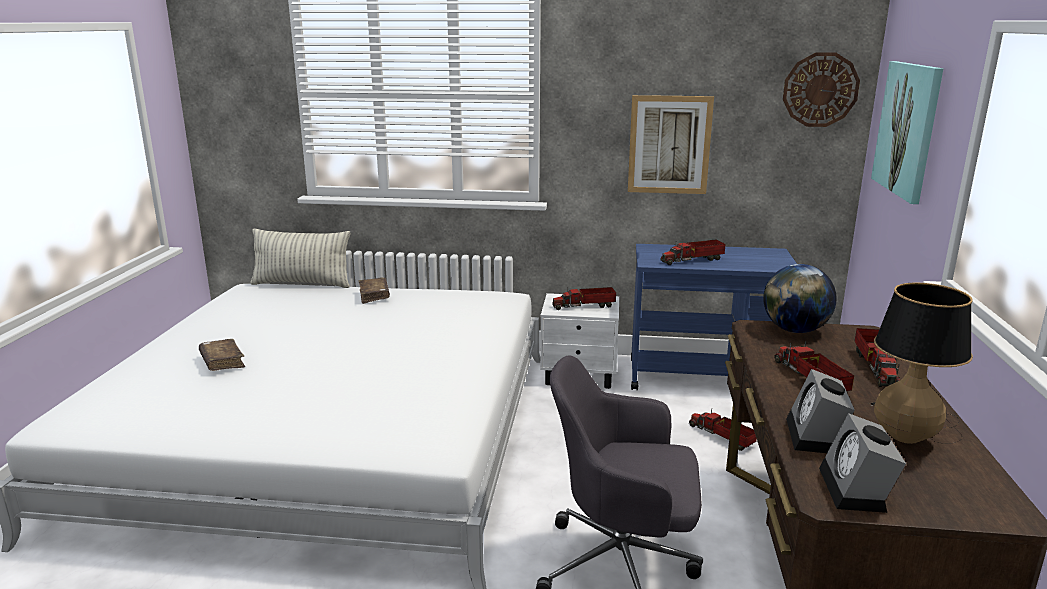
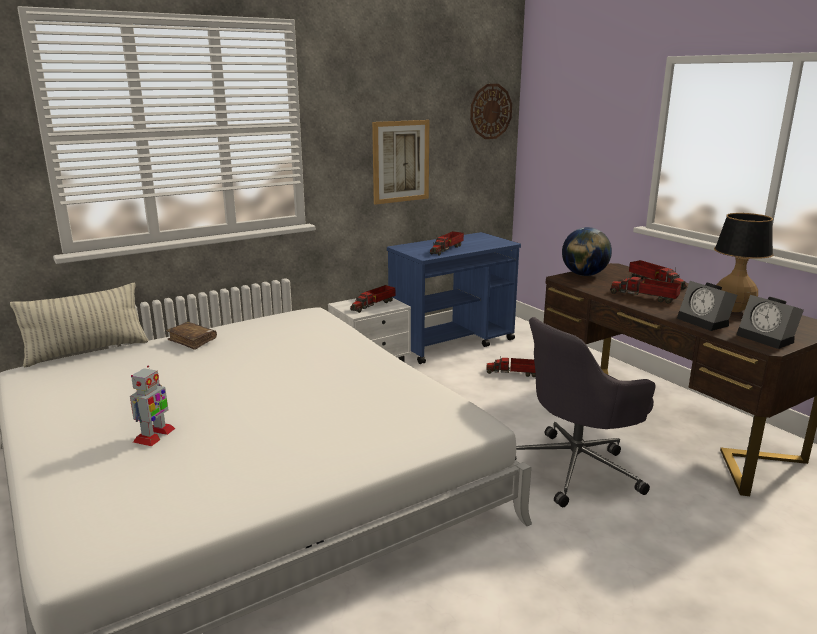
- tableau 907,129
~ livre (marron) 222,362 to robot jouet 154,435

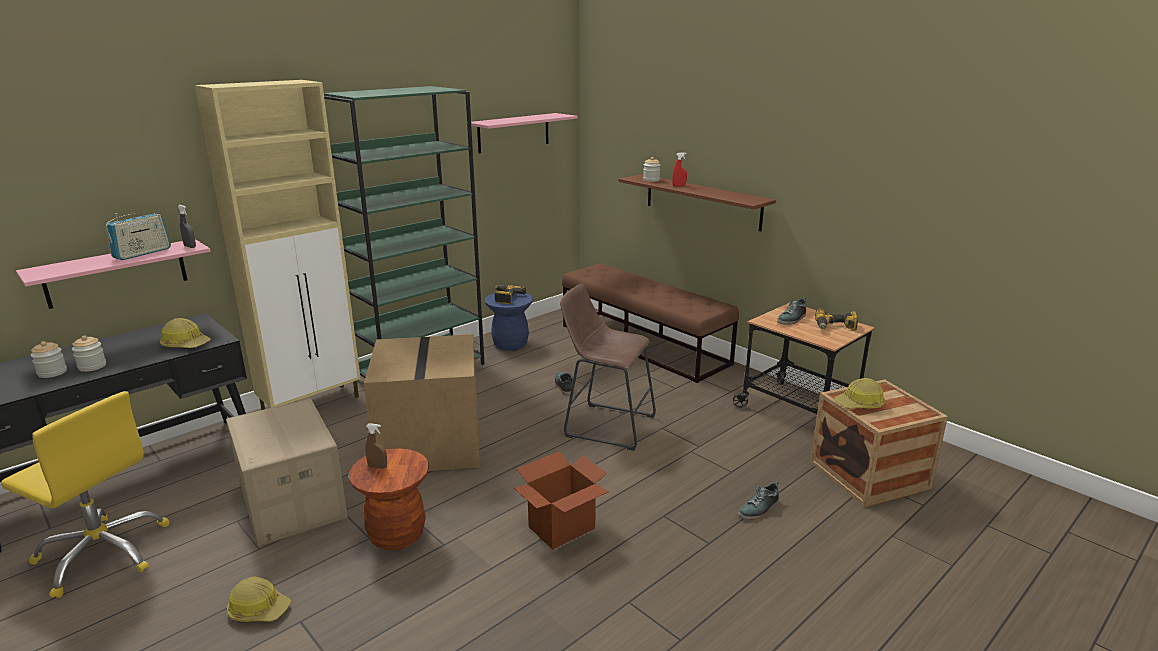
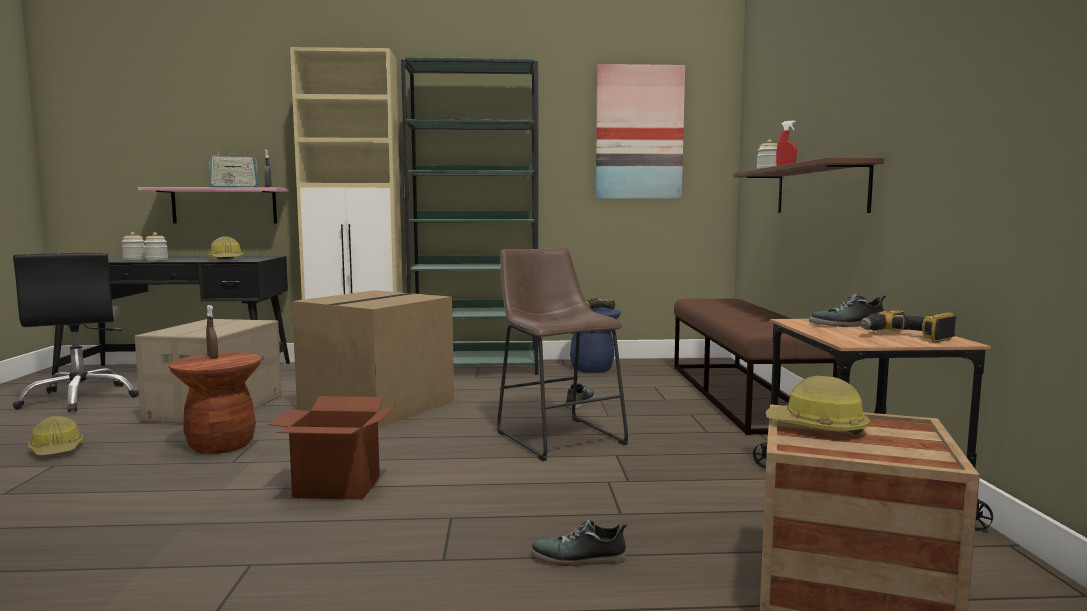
~ étagère (rose) 513,132 to tableau 639,132
~ chaise de bureau (jaune) 103,553 to chaise de bureau (noir) 81,399

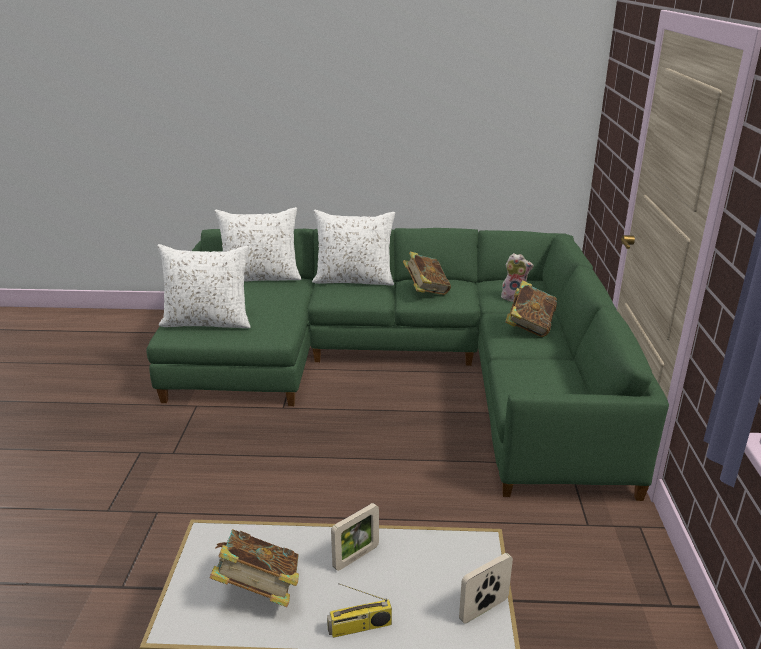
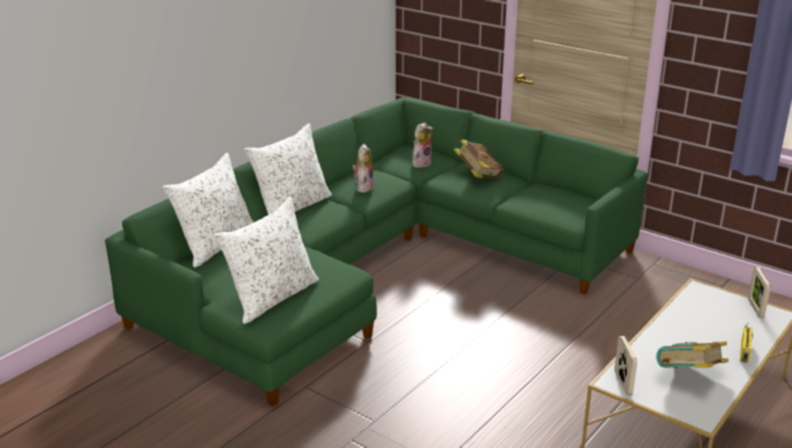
~ livre 426,291 to peluche 363,187
~ cadre photo 356,557 to 623,383

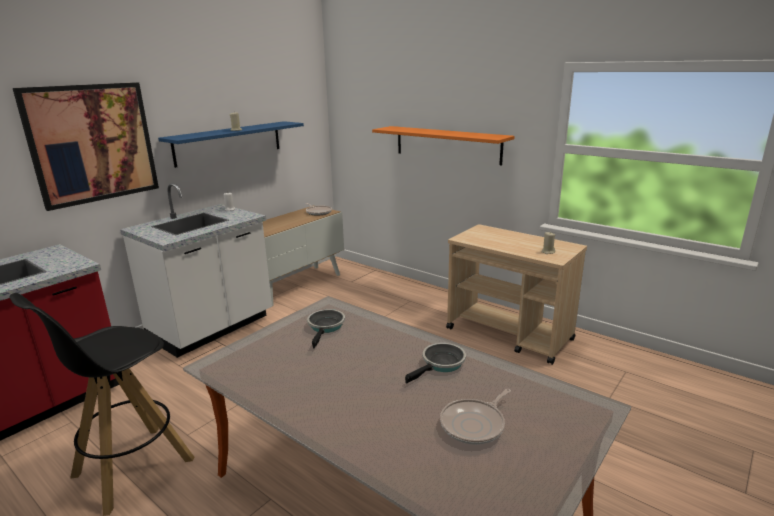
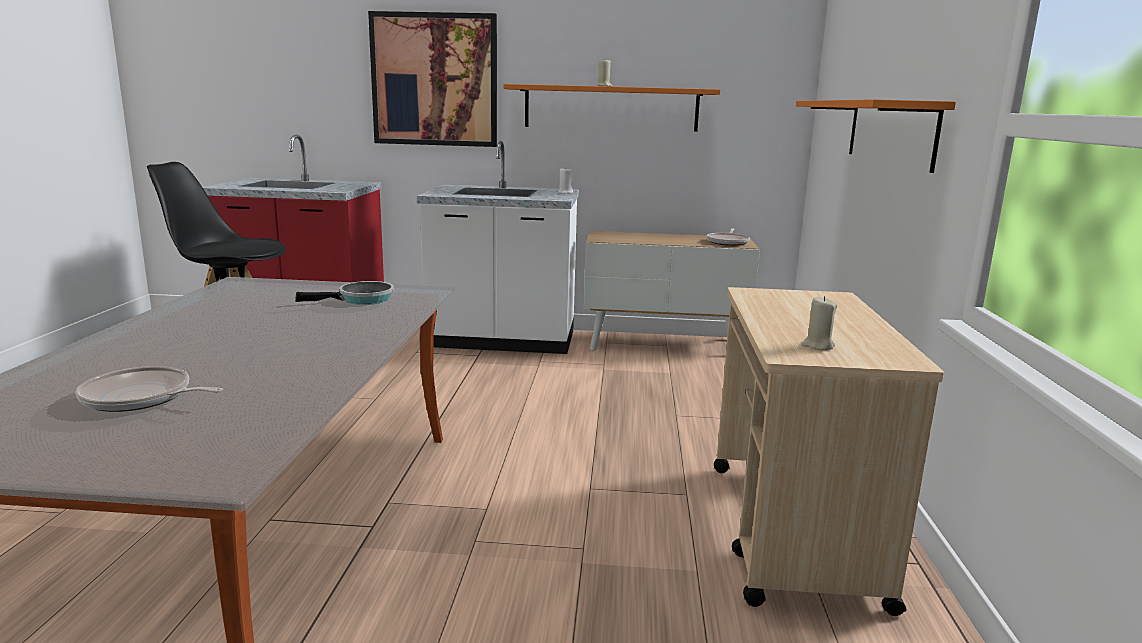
~ étagère (bleu) 229,143 to étagère (orange) 611,108
- poêle 441,364

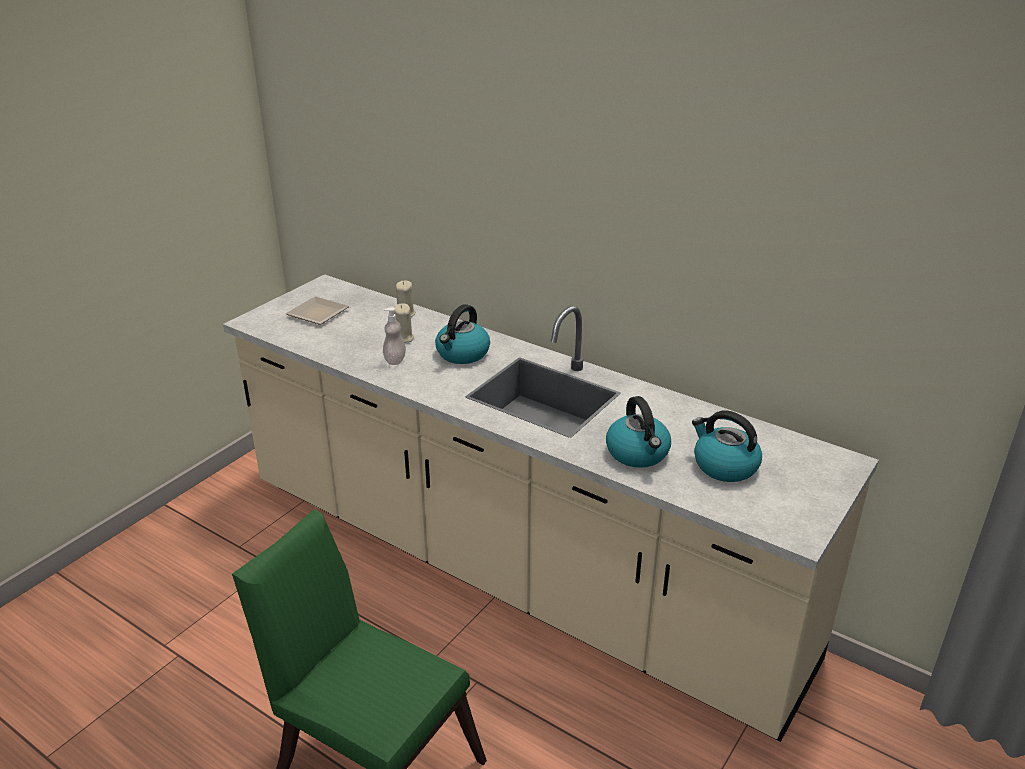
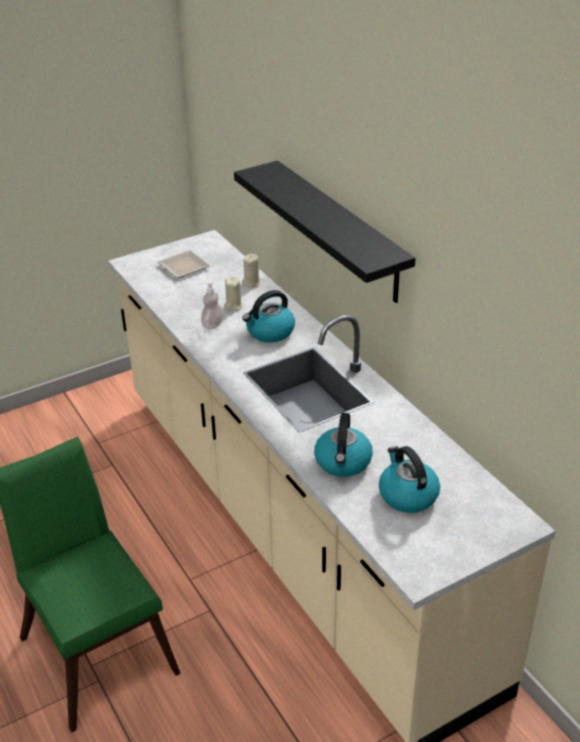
+ étagère (noir) 340,231

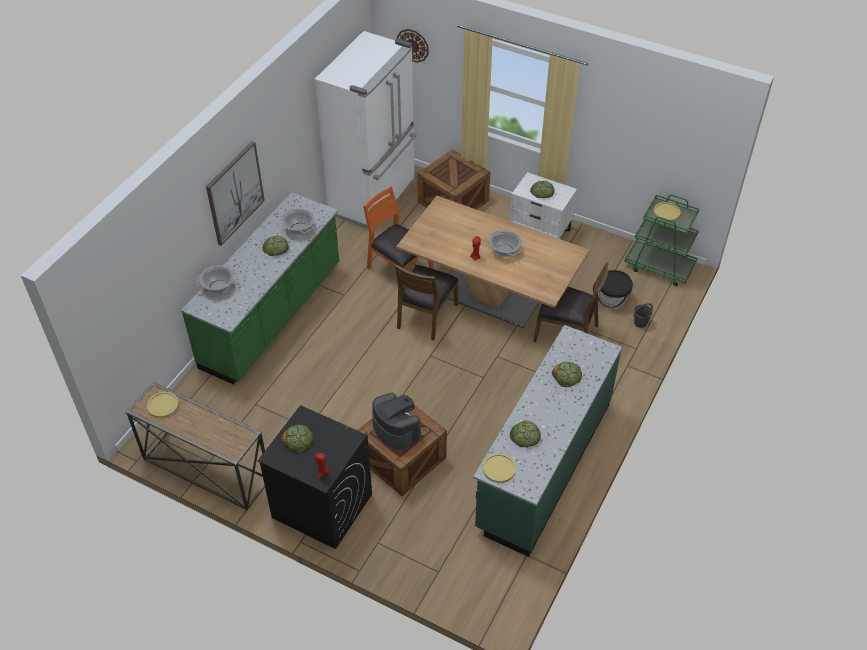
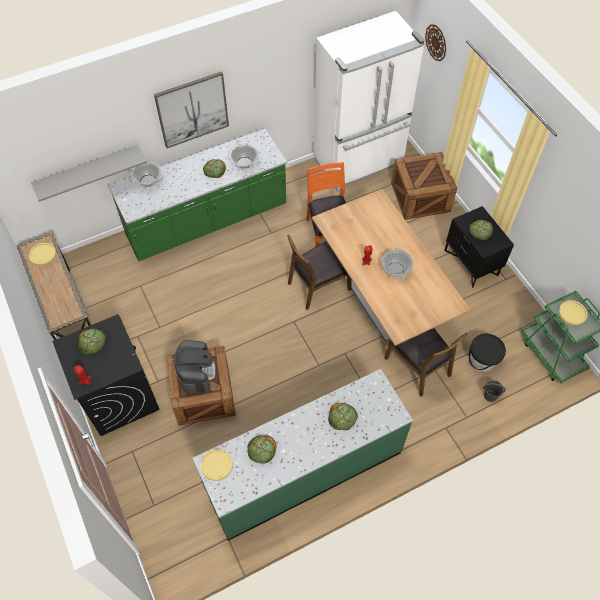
~ table de chevet (blanc) 540,231 to table de chevet (noir) 471,262
+ étagère (gris) 88,170

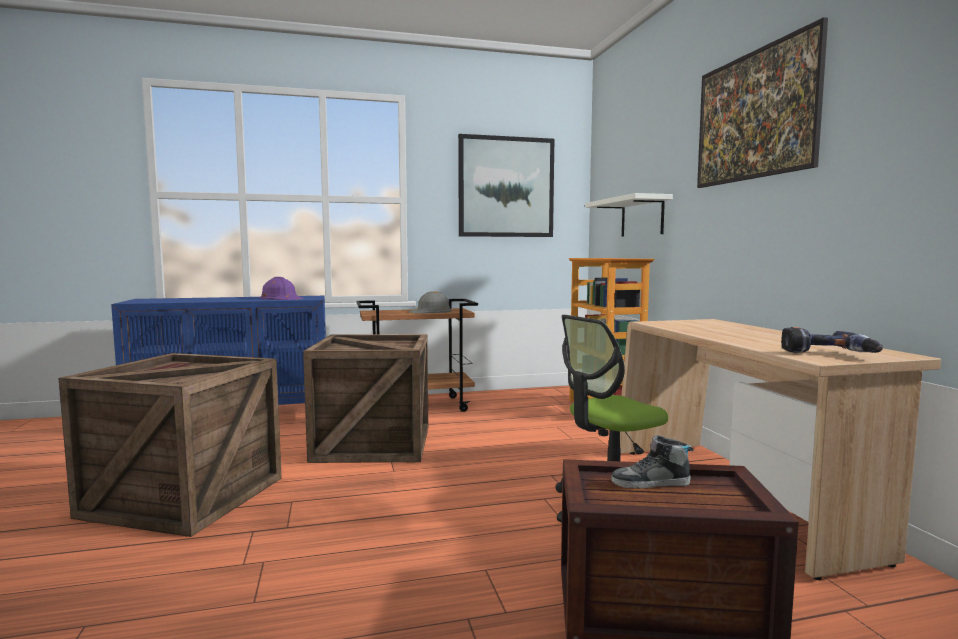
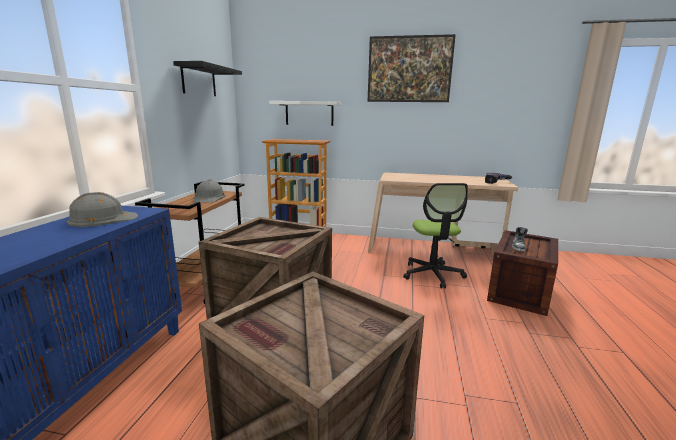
~ tableau 506,187 to étagère (noir) 199,80
~ casque de chantier (violet) 281,298 to casque de chantier (gris) 102,219

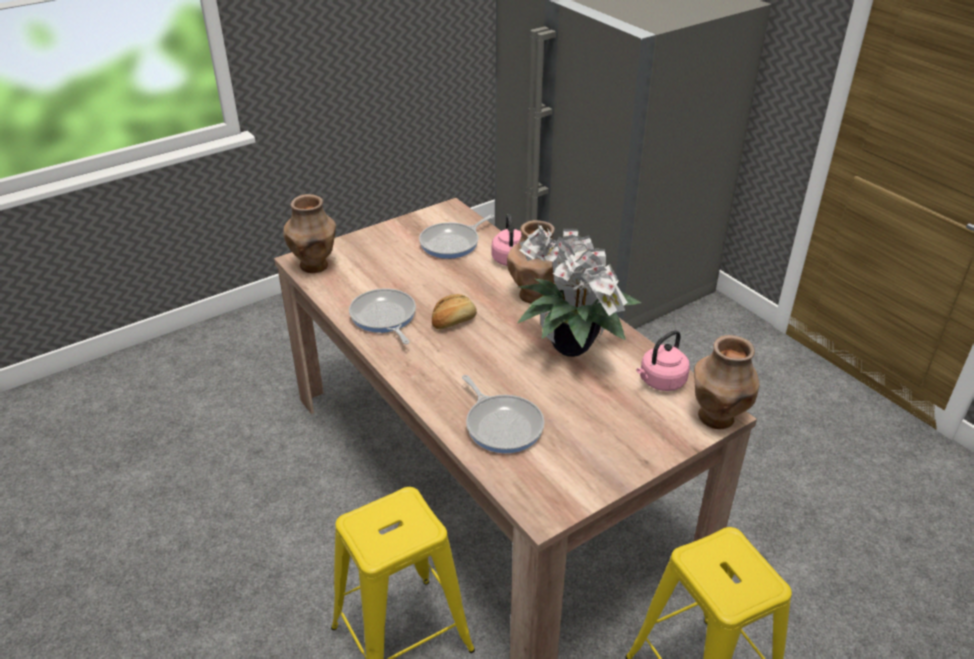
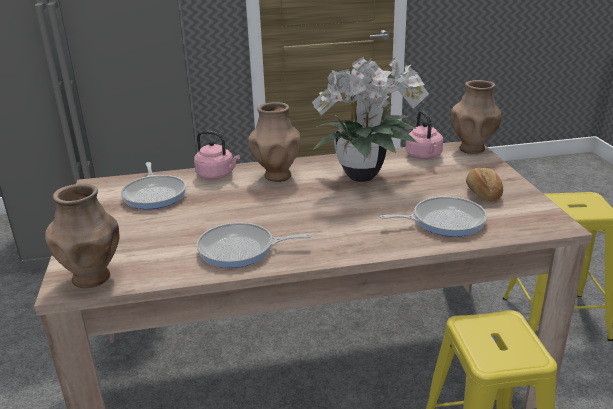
~ pain 453,321 to 482,194

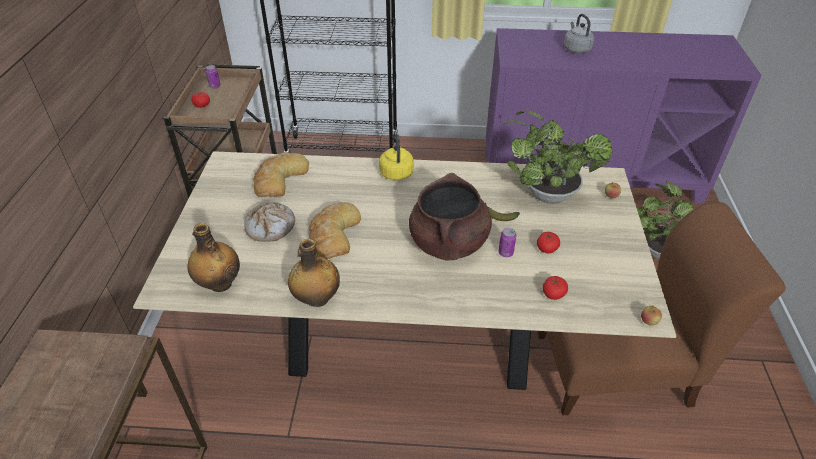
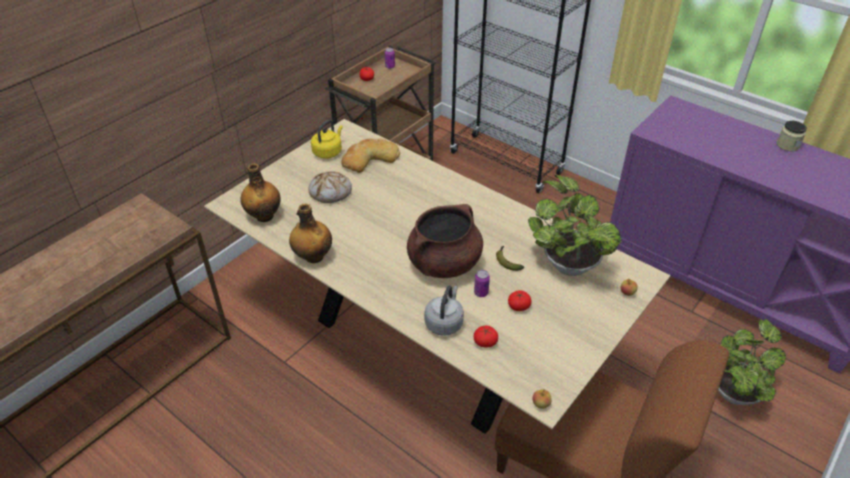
~ bouilloire (gris) 576,48 to 444,322
~ bouilloire (jaune) 396,172 to 328,152
- pain 333,234
+ bocal 787,145

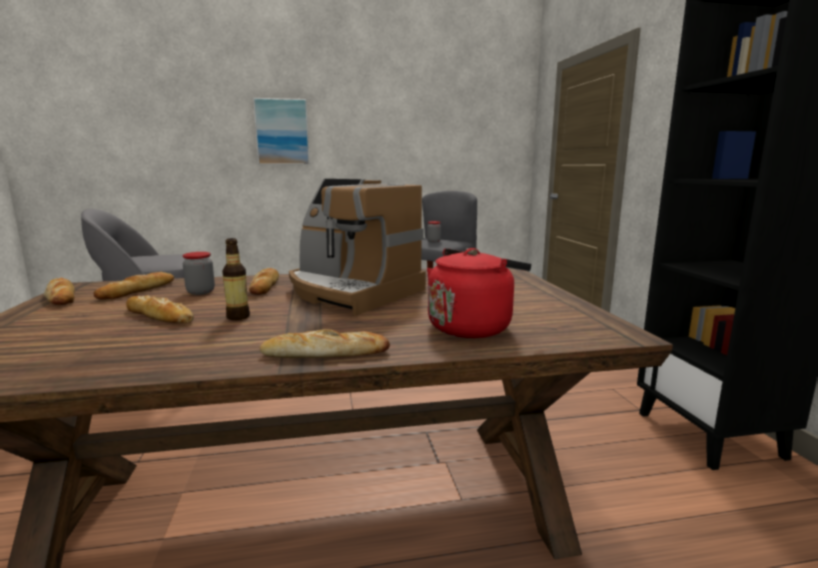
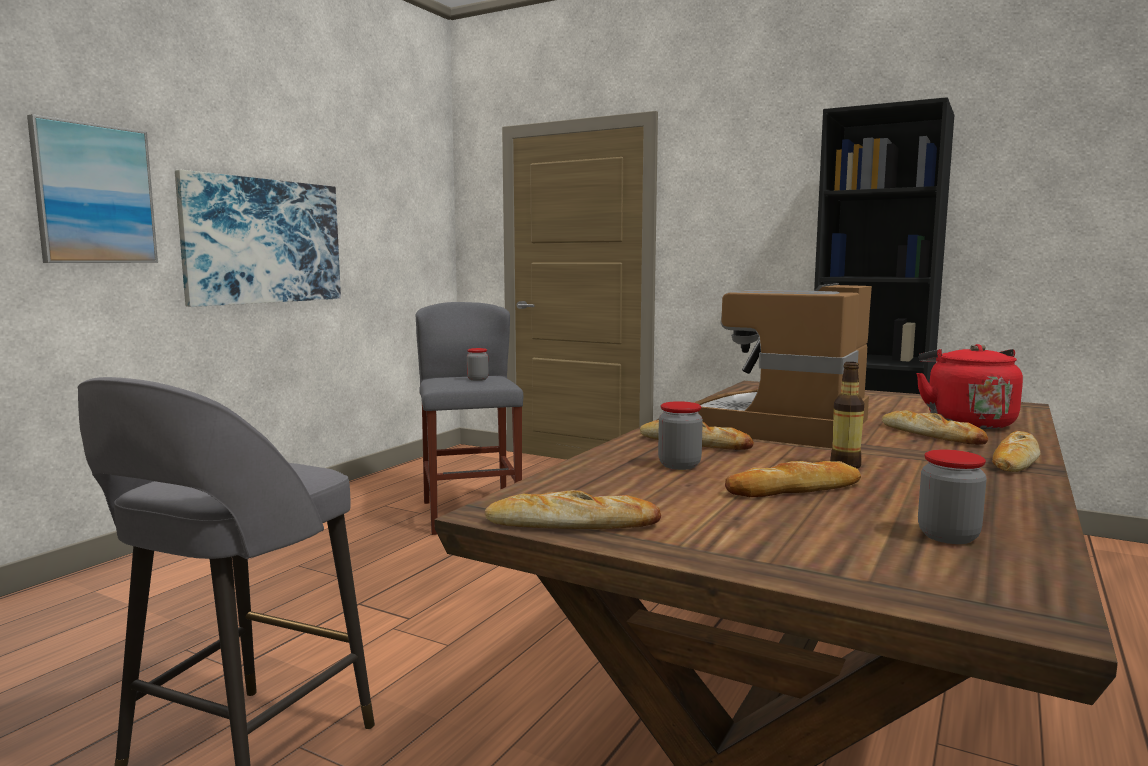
~ machine à café 352,292 = 784,426 135 degrees clockwise
~ pain 138,290 to 931,435
+ tableau 263,241
+ bocal 948,536

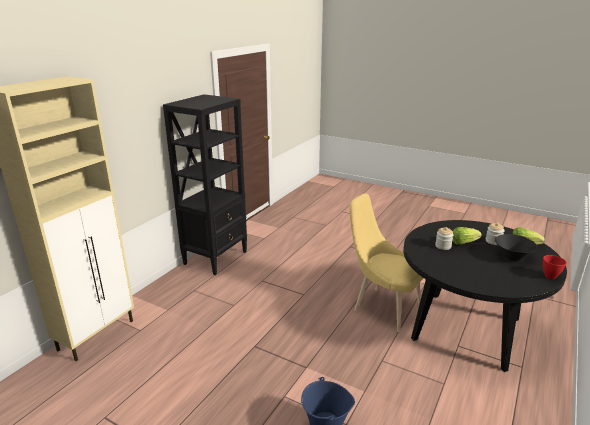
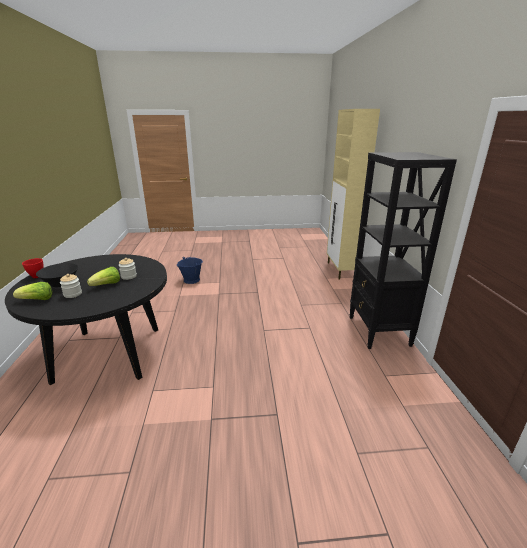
- chaise (jaune) 383,307

